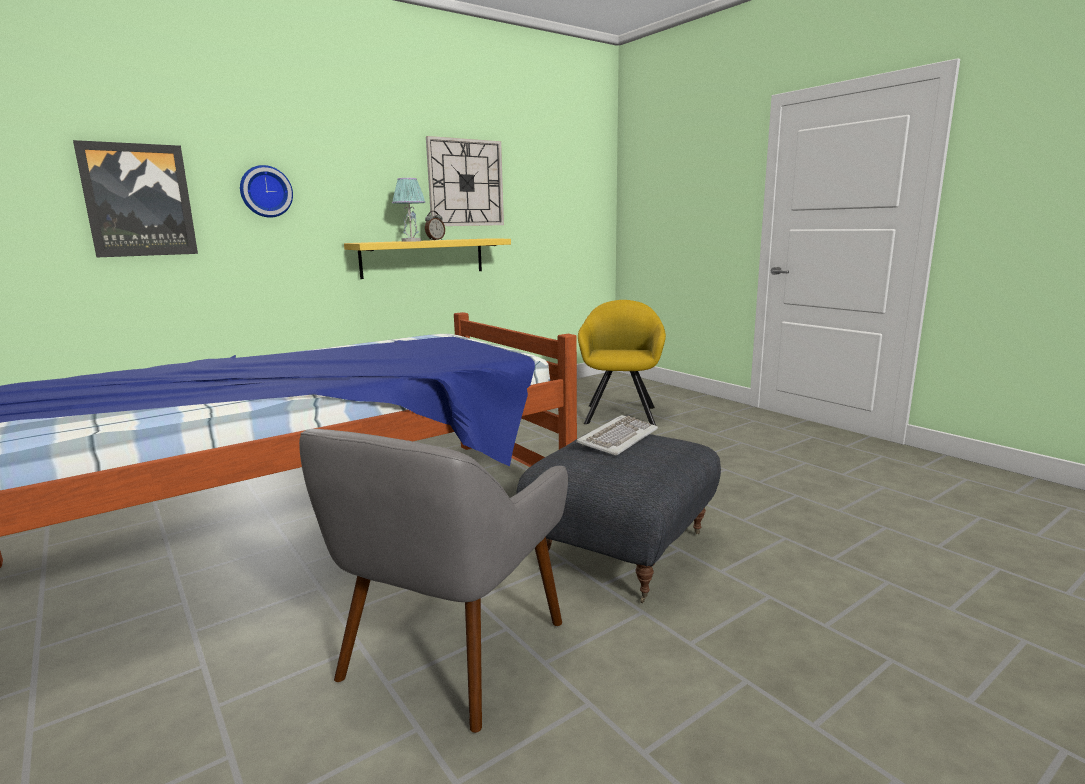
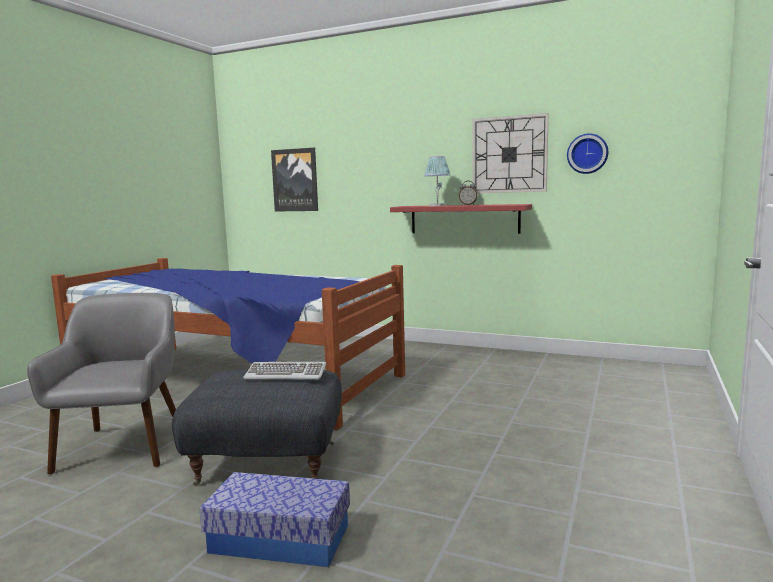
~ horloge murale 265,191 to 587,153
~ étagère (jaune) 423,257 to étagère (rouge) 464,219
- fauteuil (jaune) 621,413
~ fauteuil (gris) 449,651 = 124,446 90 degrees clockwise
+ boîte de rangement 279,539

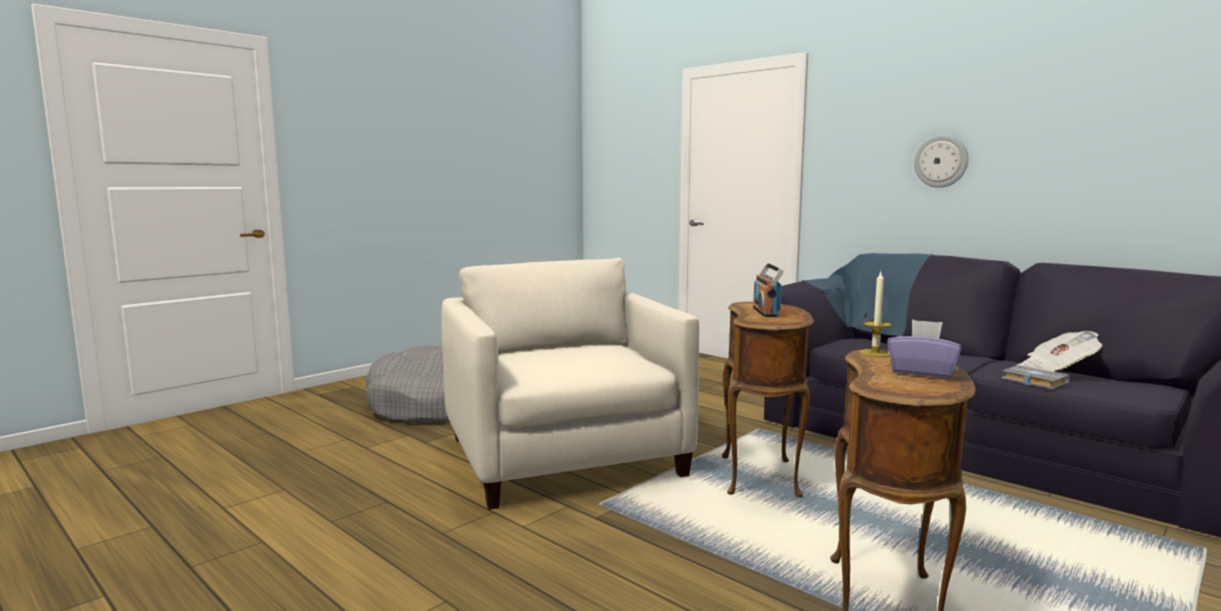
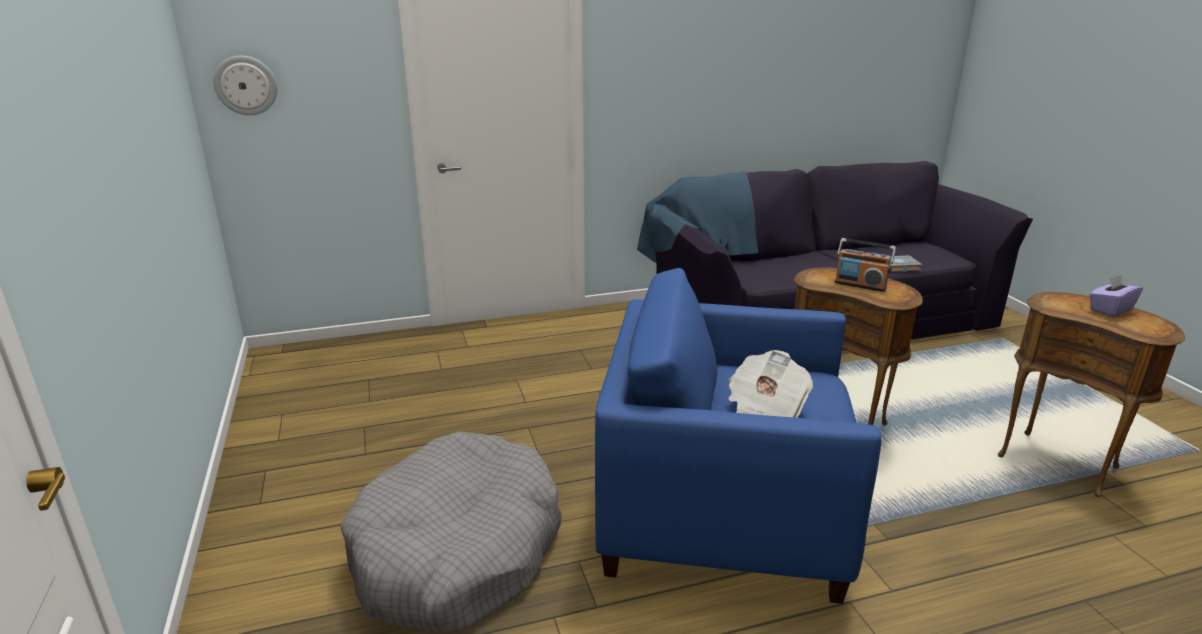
~ horloge murale 941,161 to 246,85
~ fauteuil (beige) 563,457 to fauteuil (bleu) 724,511
- bougie 875,353
~ journal 1055,371 to 764,411

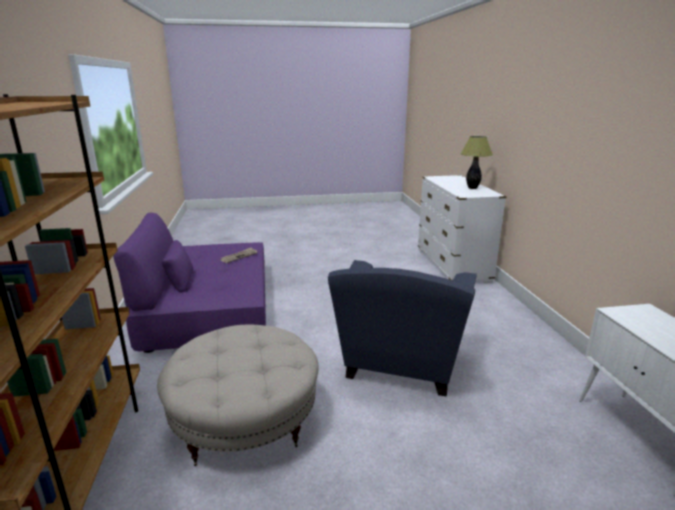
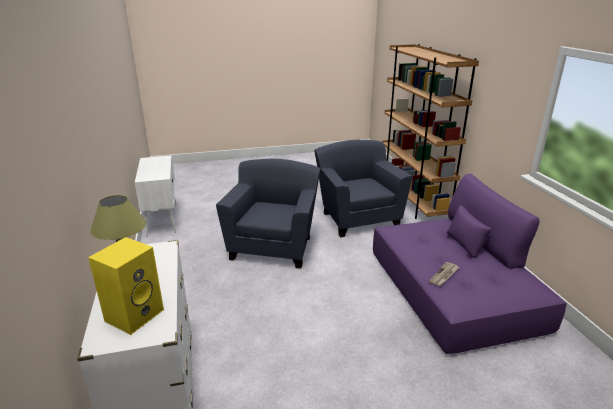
~ pouf (beige) 244,420 to fauteuil (bleu) 357,218
+ enceinte (jaune) 135,314

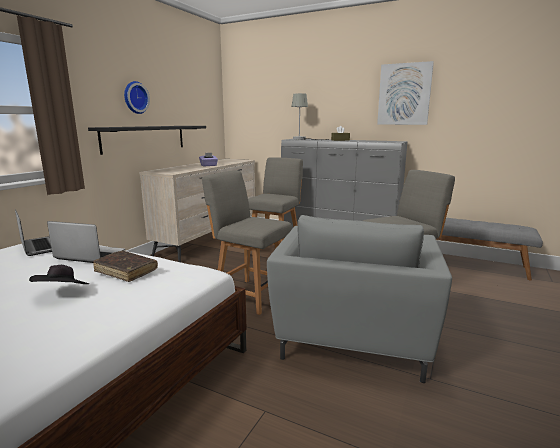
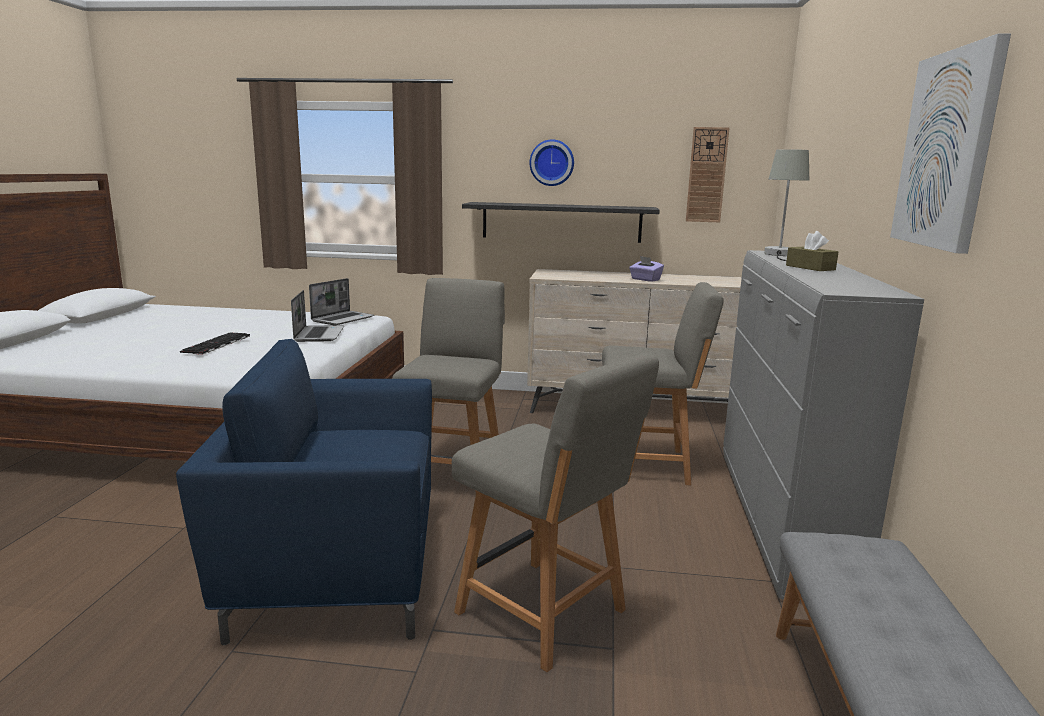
~ fauteuil (gris) 352,341 to fauteuil (bleu) 334,571
- livre (marron) 126,271
~ chapeau (noir) 62,292 to clavier 217,344
+ horloge murale 706,175

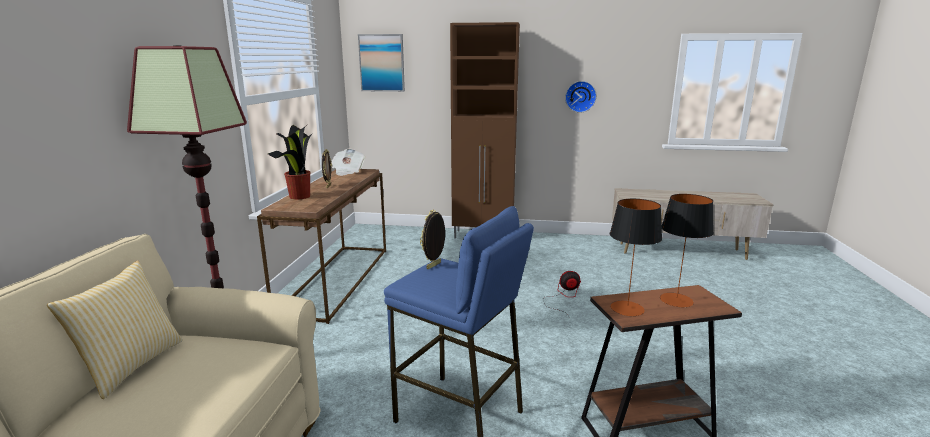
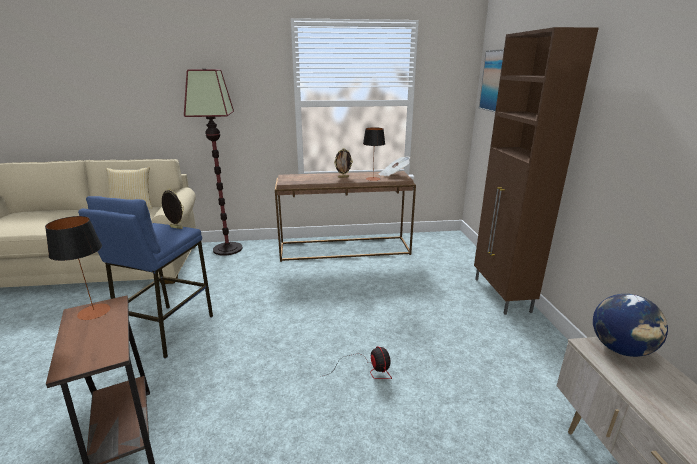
- horloge murale 580,96
- plante en pot 299,197
~ lampe de table 676,300 to 373,179
+ globe 620,349

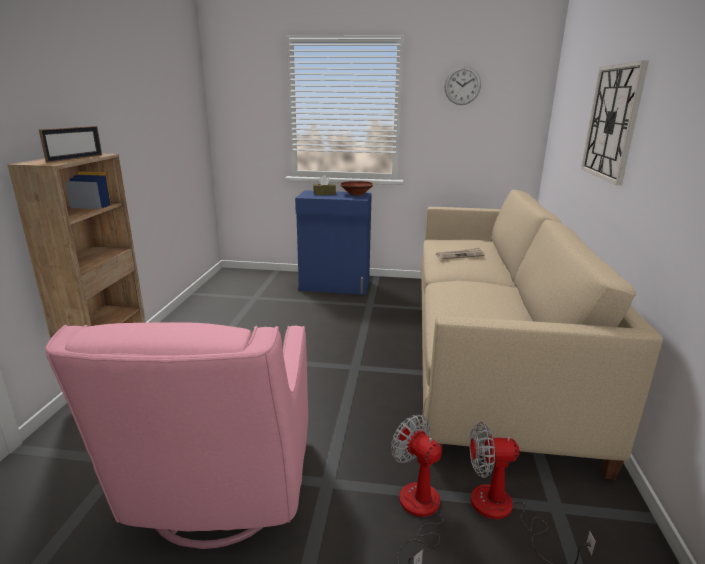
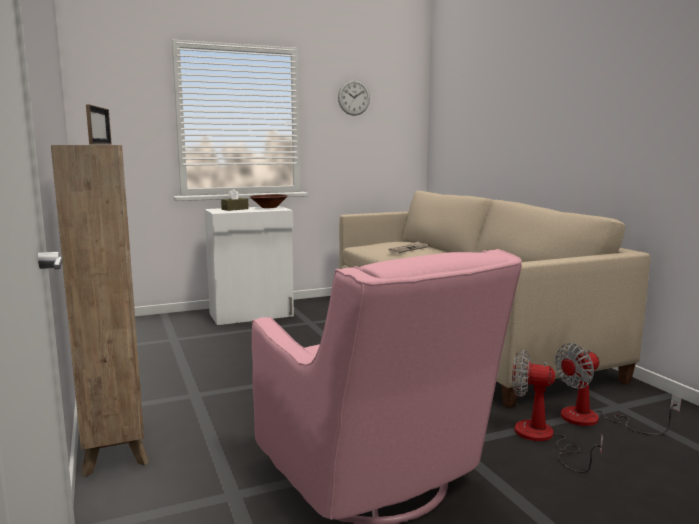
- horloge murale 612,122
~ meuble de rangement (bleu) 335,286 to meuble de rangement (blanc) 252,315

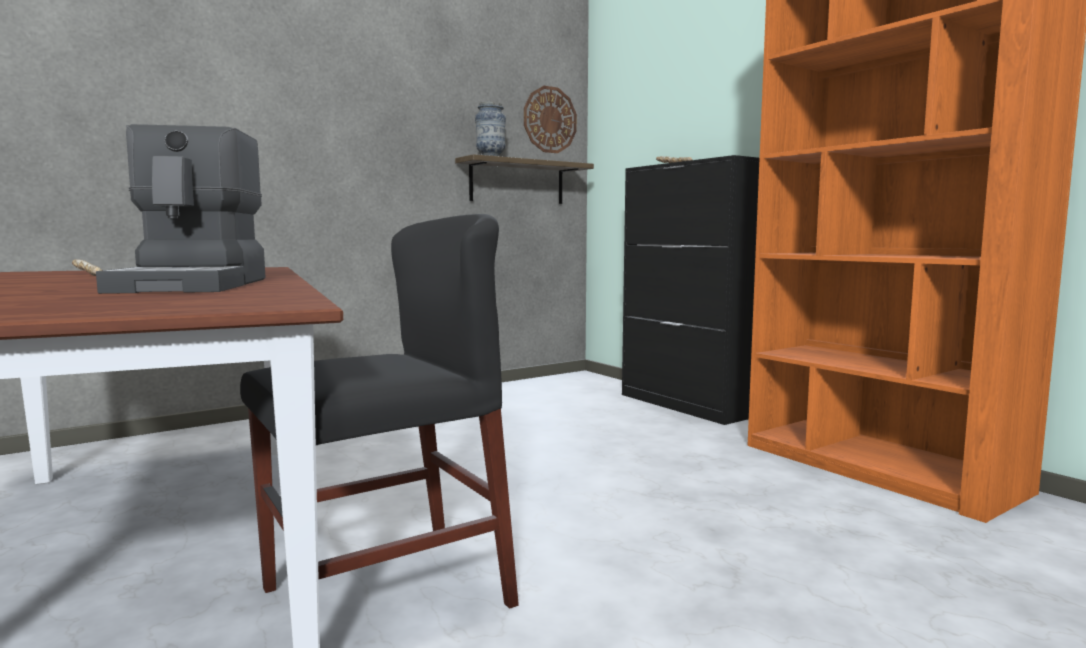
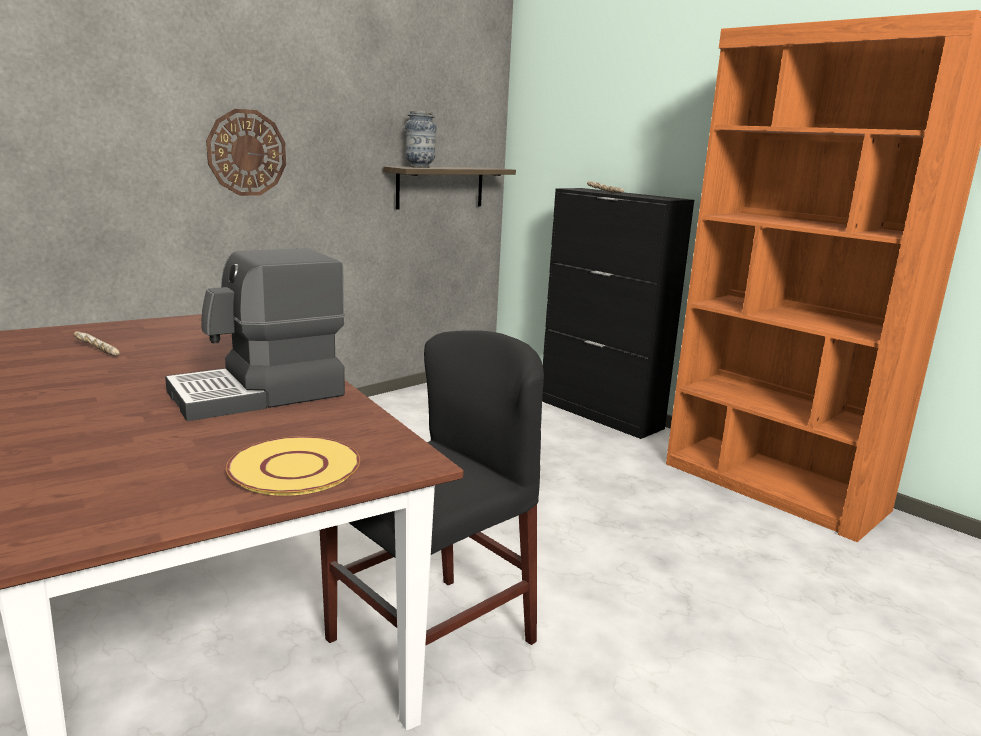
~ horloge murale 550,120 to 246,153
~ machine à café 196,285 = 259,394 75 degrees clockwise
+ assiette (jaune) 295,468

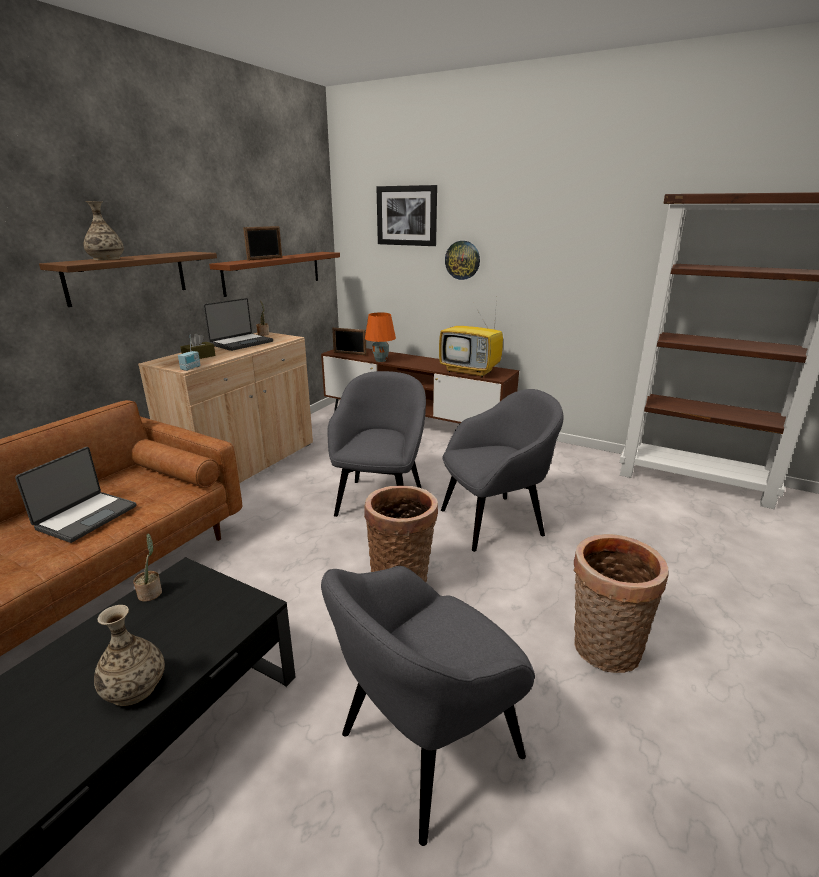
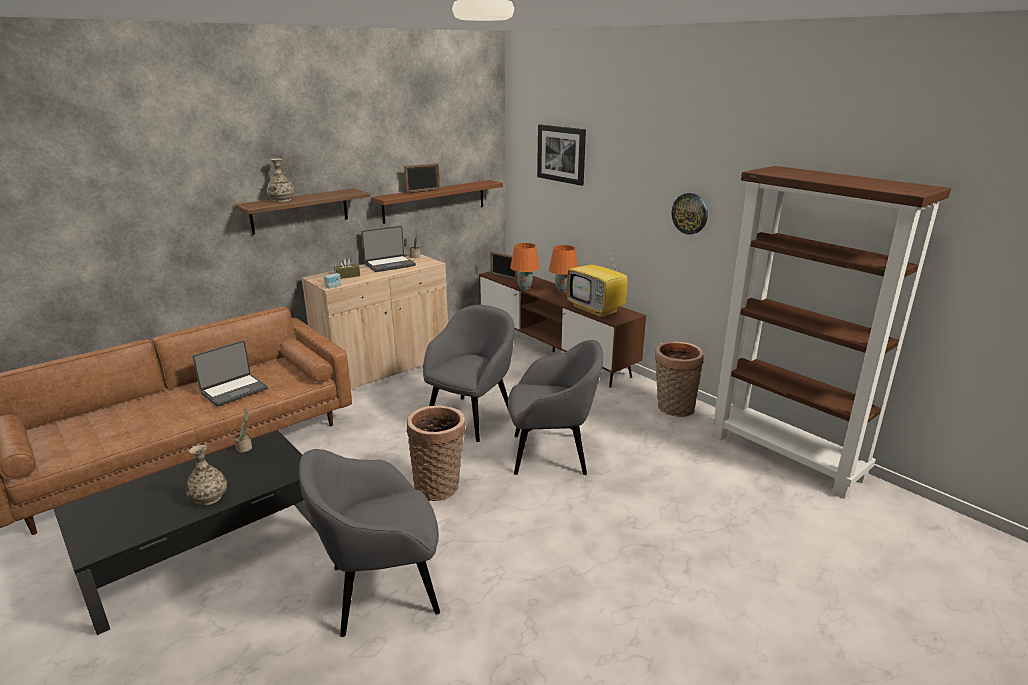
~ horloge murale 462,260 to 690,213
~ panier 603,650 to 673,408
+ lampe de table (orange) 563,291

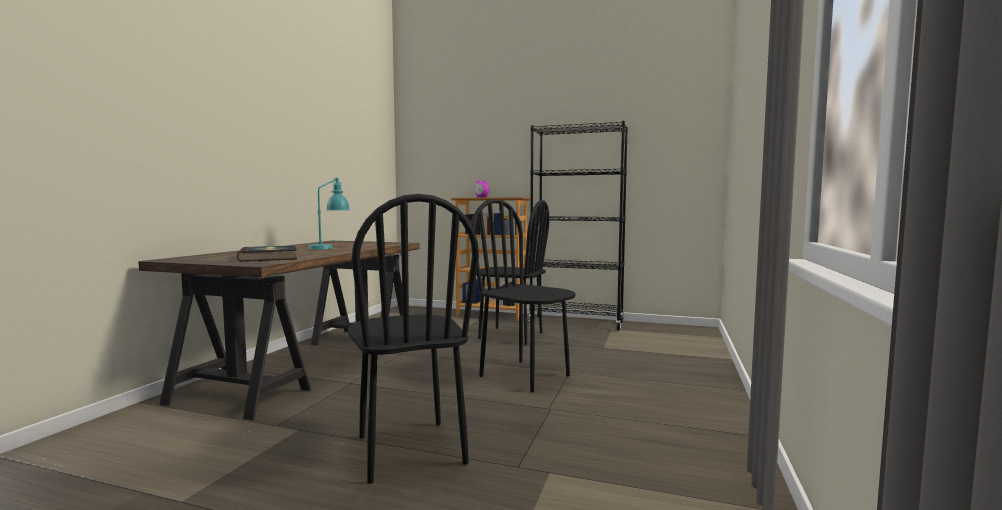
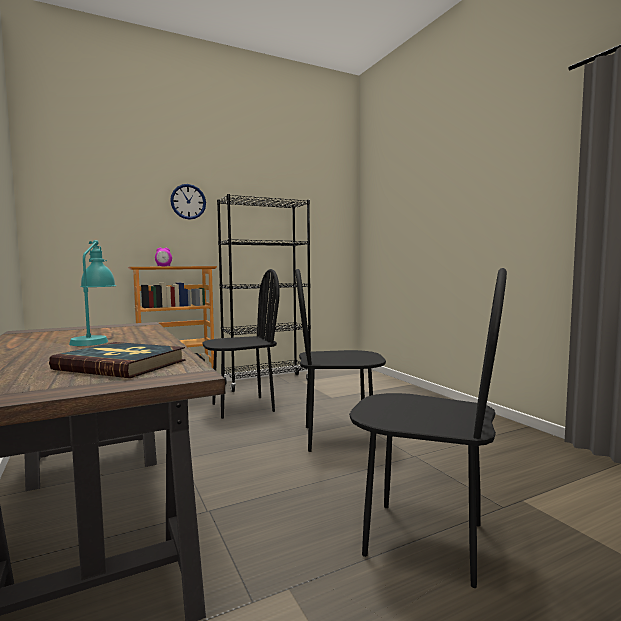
+ horloge murale 188,201

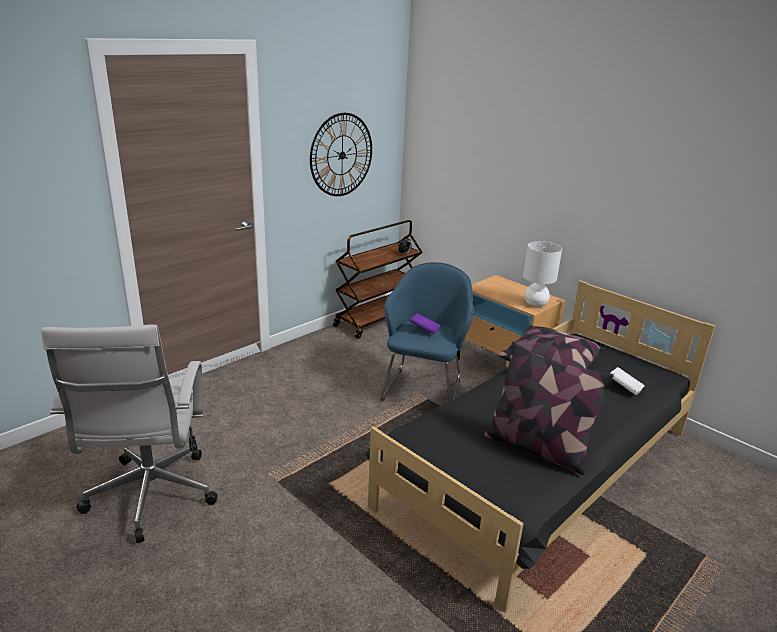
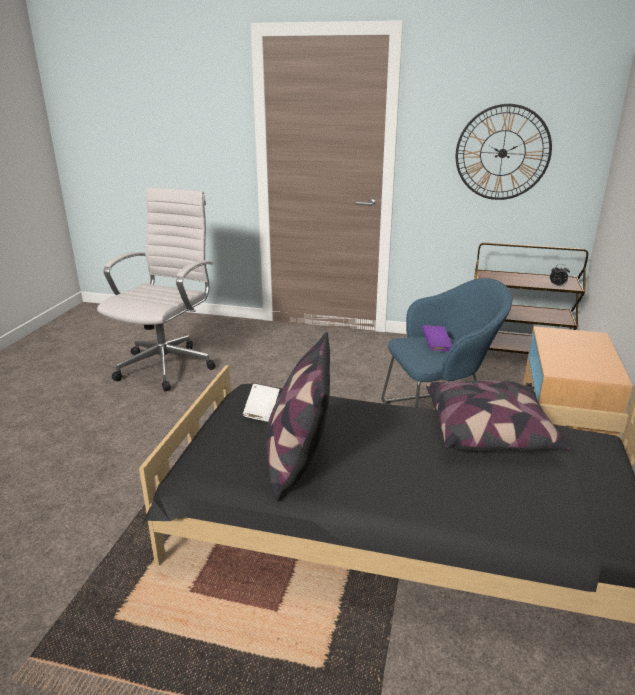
- lampe de table (blanc) 535,304
~ chaise de bureau (blanc) 151,498 = 168,365 150 degrees clockwise
~ livre (blanc) 624,388 to 262,411

